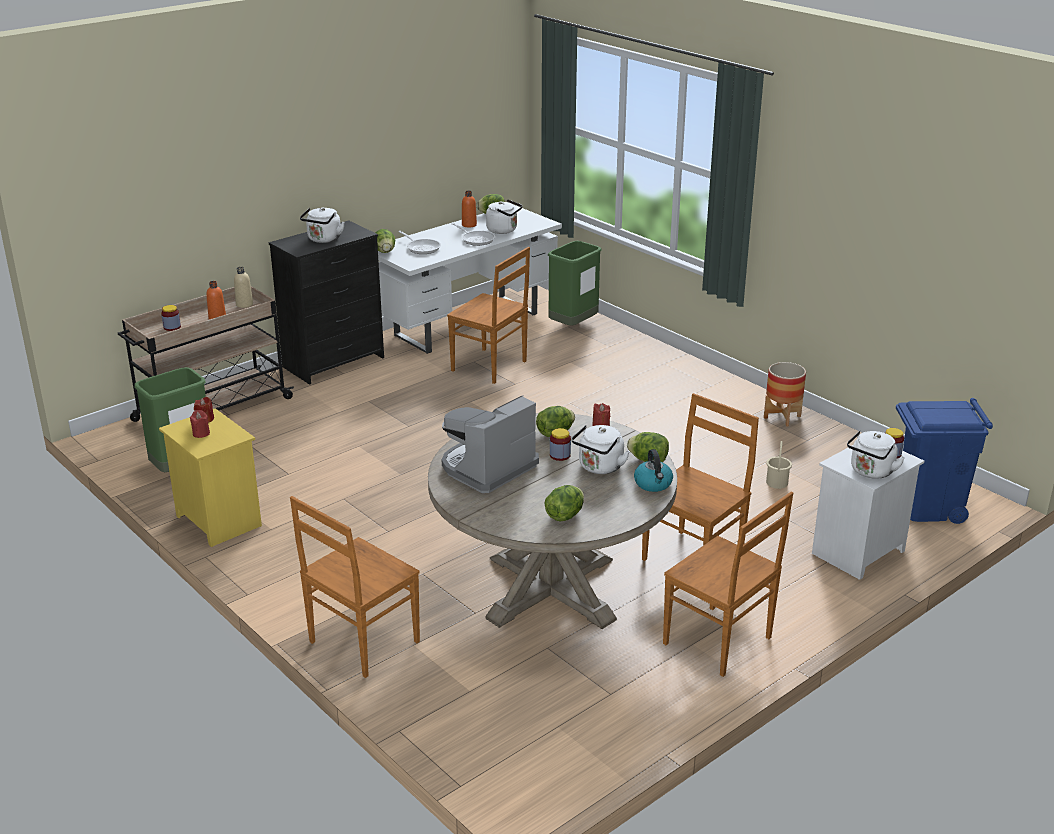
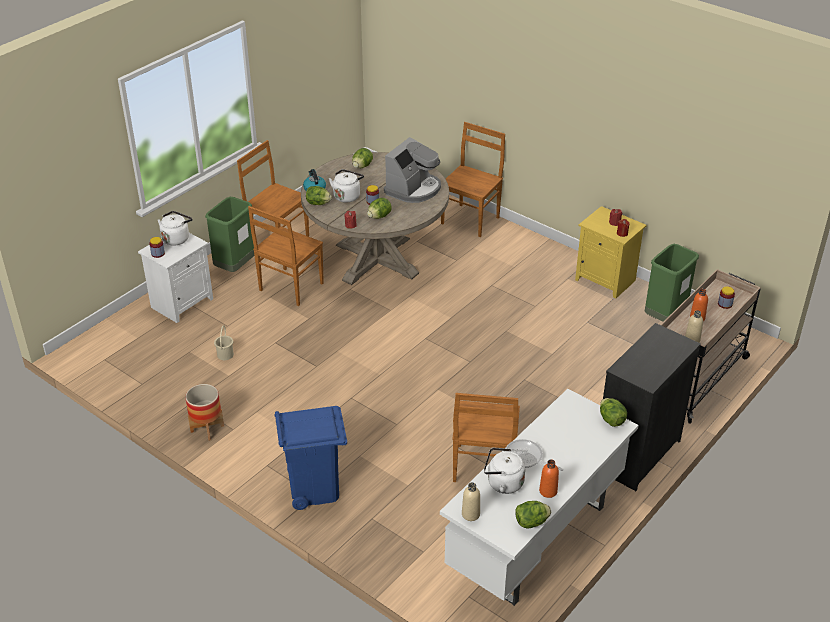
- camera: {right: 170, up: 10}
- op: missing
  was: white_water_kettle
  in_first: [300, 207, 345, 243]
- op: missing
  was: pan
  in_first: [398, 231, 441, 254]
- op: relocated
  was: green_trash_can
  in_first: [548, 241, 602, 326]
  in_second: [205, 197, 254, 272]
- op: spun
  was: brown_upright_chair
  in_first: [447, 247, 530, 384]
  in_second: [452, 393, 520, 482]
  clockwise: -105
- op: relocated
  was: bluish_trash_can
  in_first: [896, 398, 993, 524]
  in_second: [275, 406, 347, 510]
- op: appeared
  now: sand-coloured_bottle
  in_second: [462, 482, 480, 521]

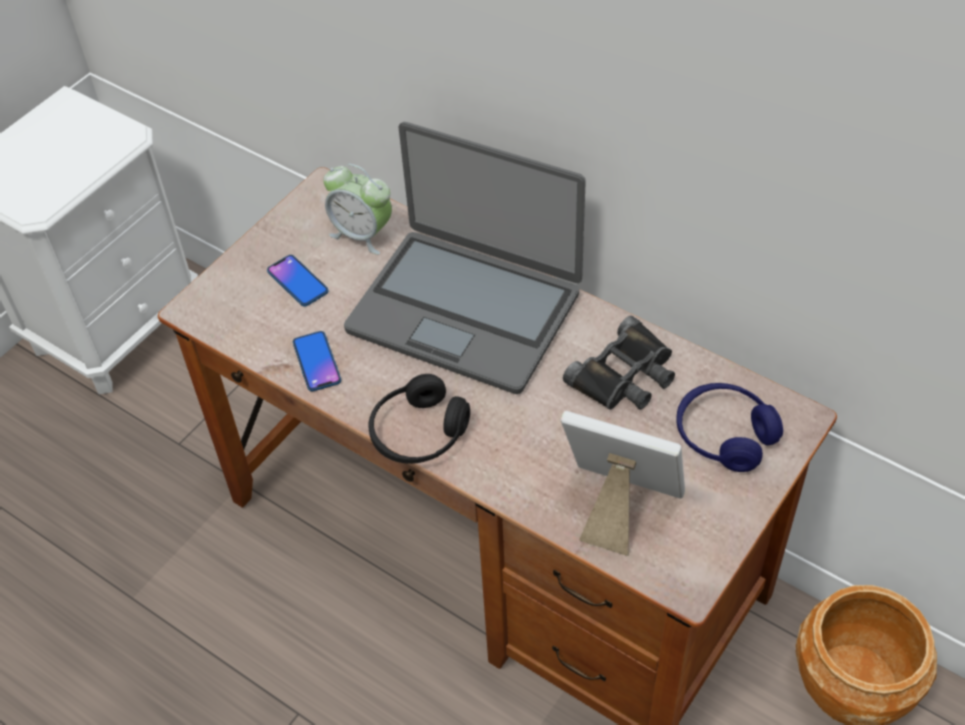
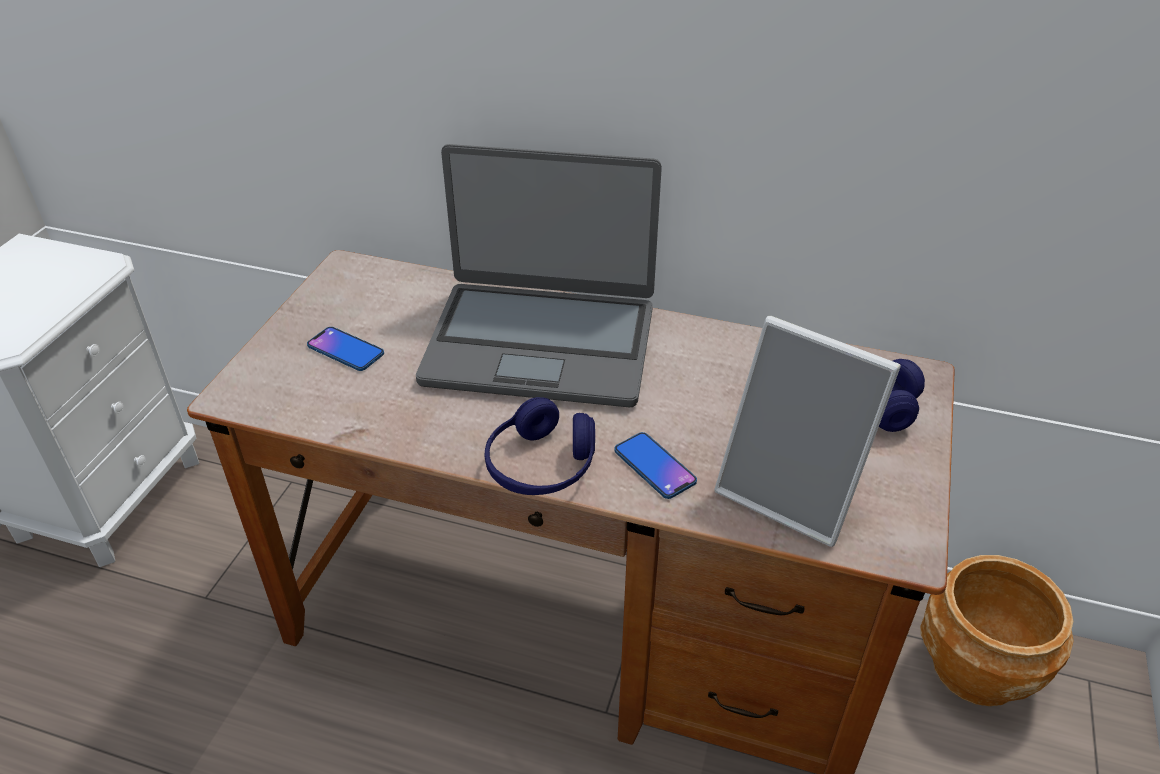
- camera: {right: -20, up: -10}
- op: missing
  was: alarm_clock
  in_first: [323, 164, 392, 255]
- op: missing
  was: blackish_field_glasses
  in_first: [563, 316, 675, 410]
- op: relocated
  was: phone
  in_first: [293, 331, 341, 392]
  in_second: [614, 432, 697, 499]
- op: colour
  was: blackish_headset
  now: bluish_headset
  in_first: [368, 374, 470, 464]
  in_second: [485, 397, 595, 495]
- op: spun
  was: photo_frame
  in_first: [560, 411, 685, 556]
  in_second: [714, 316, 901, 547]
  clockwise: -150

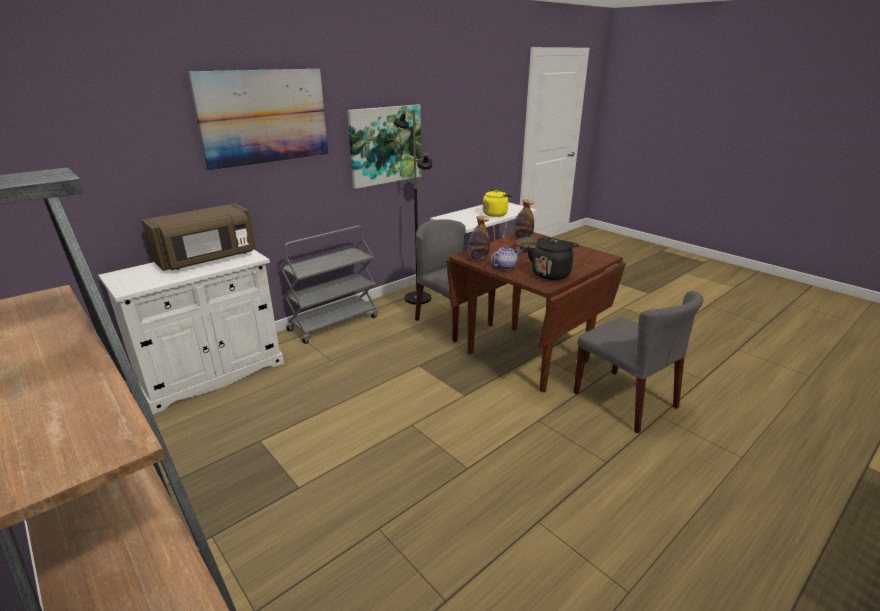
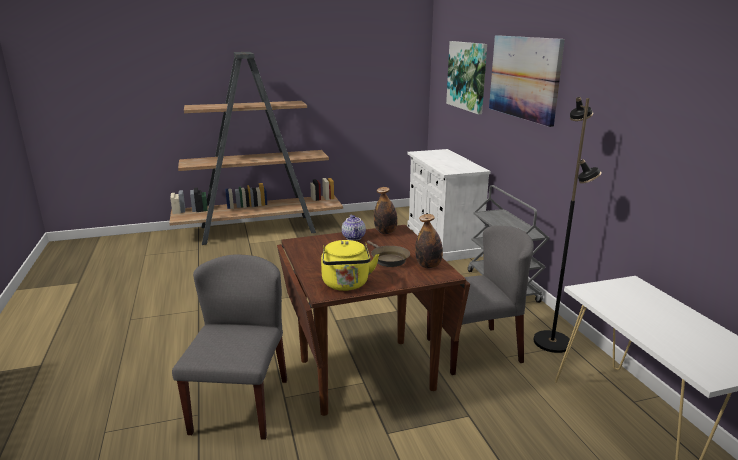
- camera: {right: 115, up: -5}
- op: relocated
  was: wall_picture
  in_first: [347, 104, 422, 189]
  in_second: [446, 41, 487, 115]
- op: relocated
  was: yellowish_water_kettle
  in_first: [483, 189, 514, 217]
  in_second: [321, 240, 379, 291]
- op: missing
  was: brown_microwave
  in_first: [141, 203, 256, 271]
- op: missing
  was: blackish_water_kettle
  in_first: [527, 237, 579, 280]
- op: spun
  was: greyish_upright_chair
  in_first: [574, 291, 704, 434]
  in_second: [172, 254, 287, 440]
  clockwise: 105

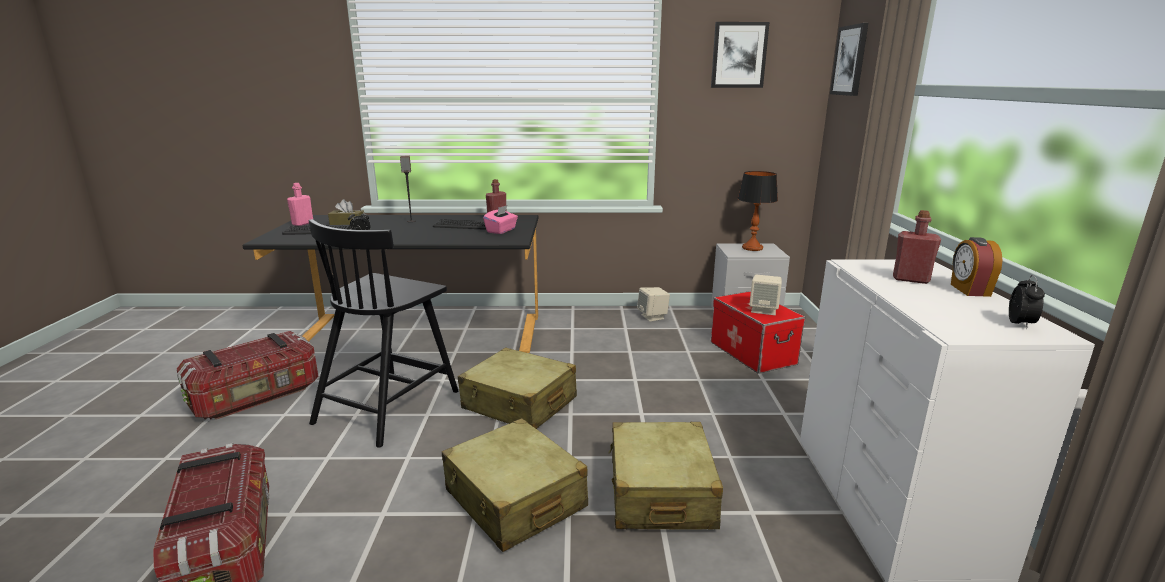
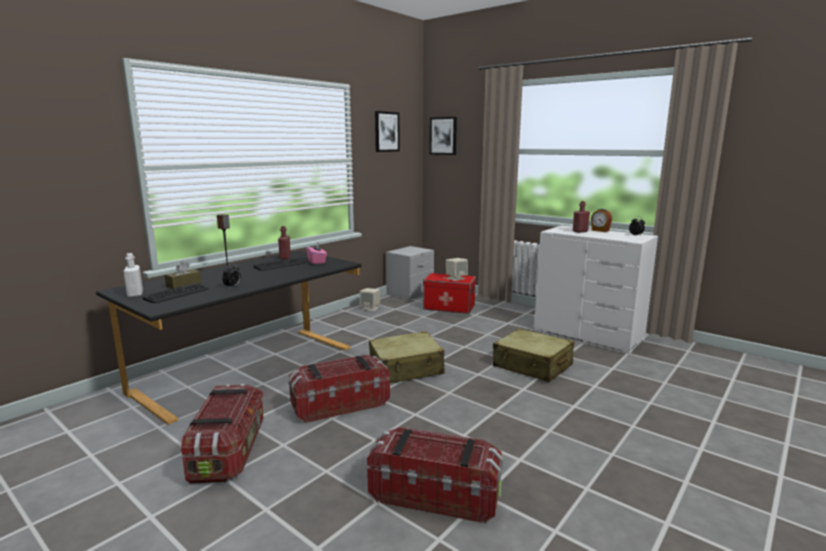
- camera: {right: -50, up: -5}
- op: missing
  was: lamp_for_a_table
  in_first: [737, 171, 778, 251]
- op: colour
  was: pink_bottle
  now: white_bottle
  in_first: [287, 183, 313, 226]
  in_second: [123, 253, 143, 297]
- op: exchanged
  was: blackish_upright_chair
  now: storage_container
  in_first: [309, 219, 458, 448]
  in_second: [288, 355, 390, 423]
- op: missing
  was: sand-coloured_travel_case
  in_first: [441, 418, 588, 552]

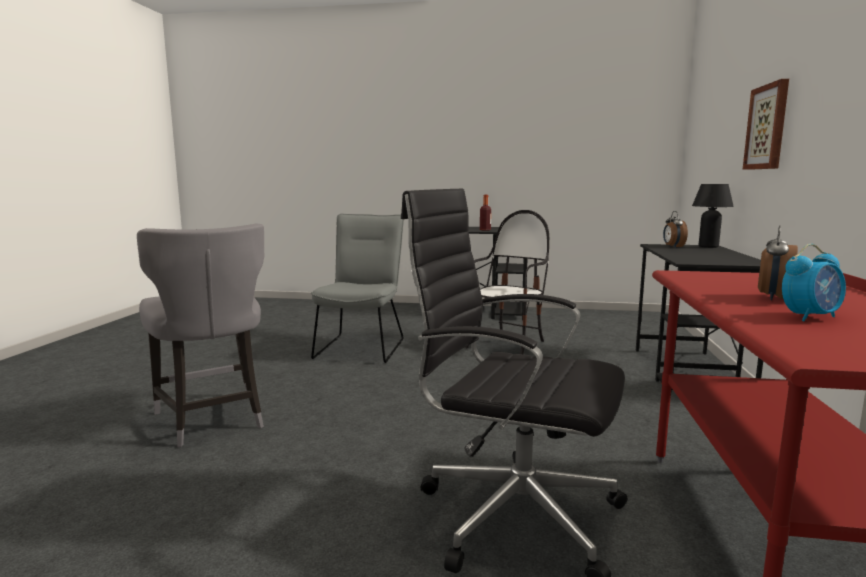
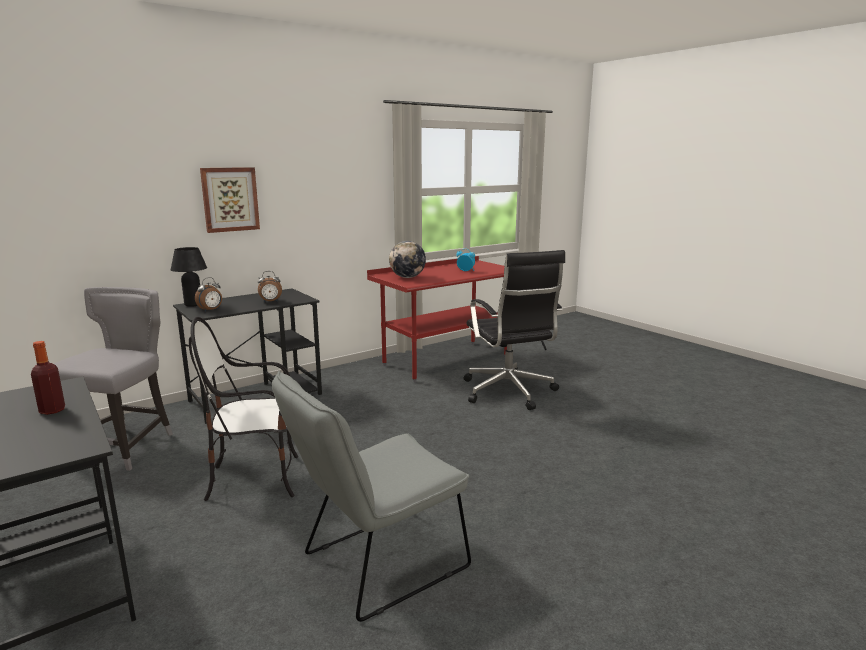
- camera: {right: -135, up: 5}
- op: relocated
  was: greyish_upright_chair
  in_first: [137, 224, 264, 447]
  in_second: [54, 287, 173, 471]
- op: relocated
  was: alarm_clock
  in_first: [758, 225, 798, 300]
  in_second: [258, 271, 282, 303]
- op: appeared
  now: world_globe
  in_second: [389, 241, 426, 278]

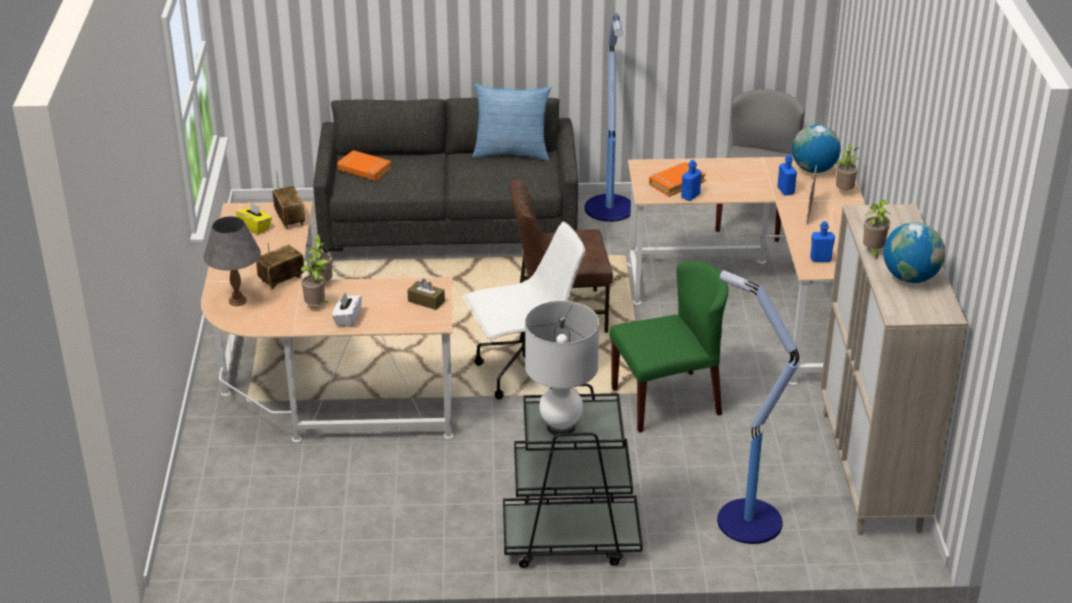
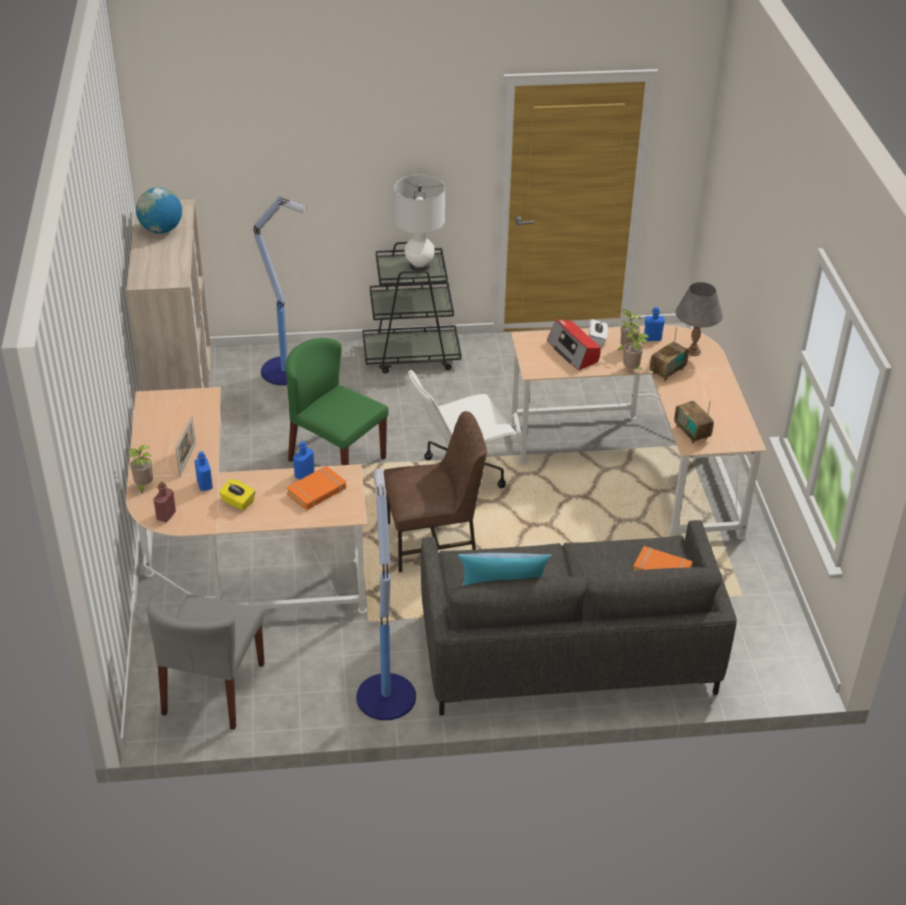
- camera: {right: 175, up: 5}
- op: exchanged
  was: world_globe
  now: reddish_bottle
  in_first: [792, 125, 841, 173]
  in_second: [153, 482, 176, 522]
- op: missing
  was: houseplant
  in_first: [863, 200, 891, 259]
- op: relocated
  was: yellowish_box_of_tissues
  in_first: [236, 203, 272, 234]
  in_second: [219, 479, 256, 511]
- op: relocated
  was: bluish_bottle
  in_first: [810, 221, 835, 262]
  in_second: [644, 307, 665, 341]
- op: spun
  was: green_upright_chair
  in_first: [609, 261, 728, 433]
  in_second: [286, 338, 389, 465]
  clockwise: 60
- op: missing
  was: brown_box_of_tissues
  in_first: [407, 279, 445, 310]
- op: appeared
  now: radio_receiver
  in_second: [547, 319, 601, 371]

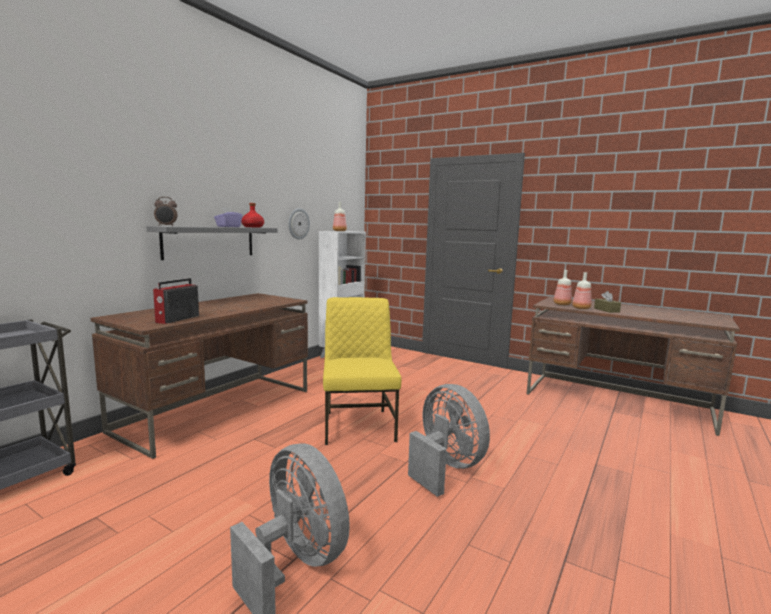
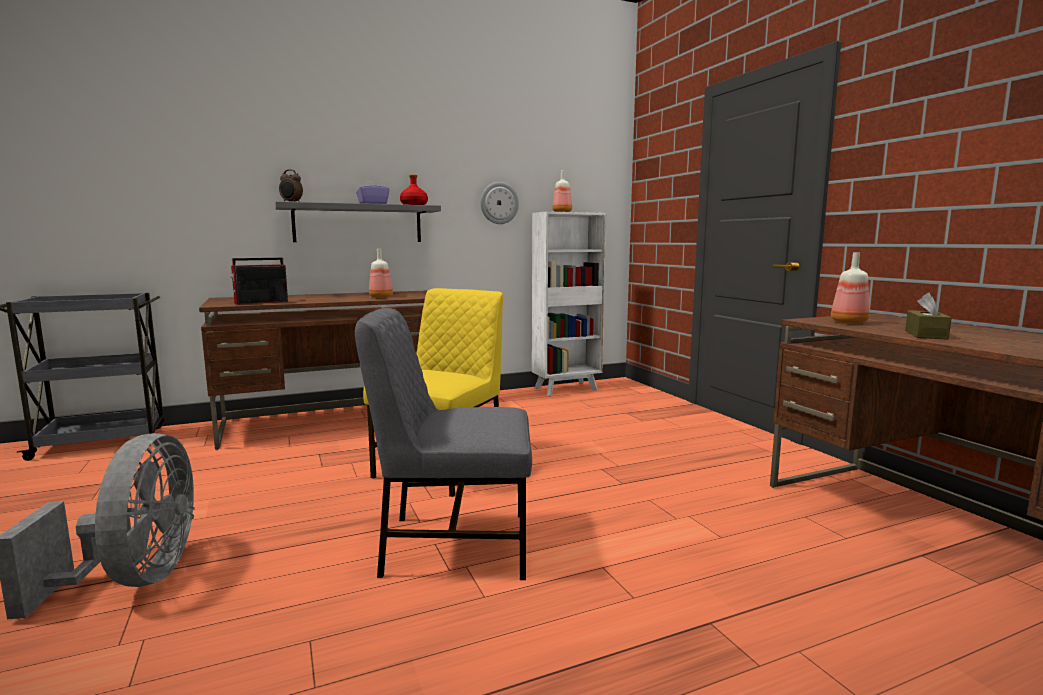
- camera: {right: 35, up: 0}
- op: relocated
  was: bottle
  in_first: [572, 272, 592, 309]
  in_second: [369, 249, 393, 298]
- op: exchanged
  was: greyish_fan
  now: greyish_upright_chair
  in_first: [408, 384, 490, 497]
  in_second: [355, 308, 532, 580]

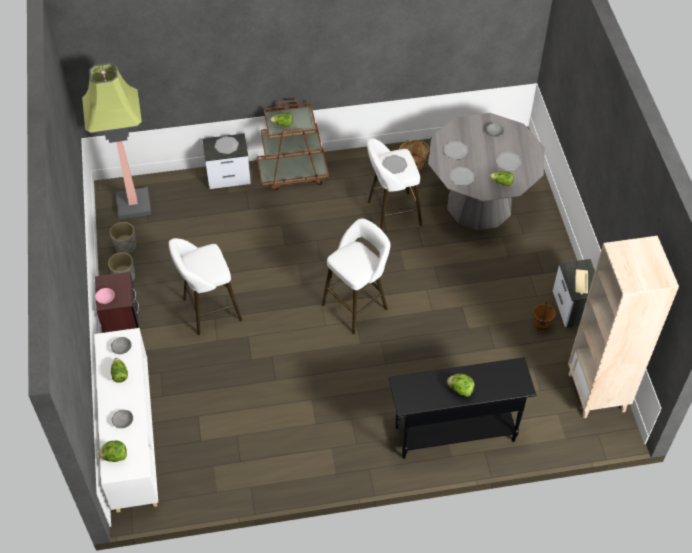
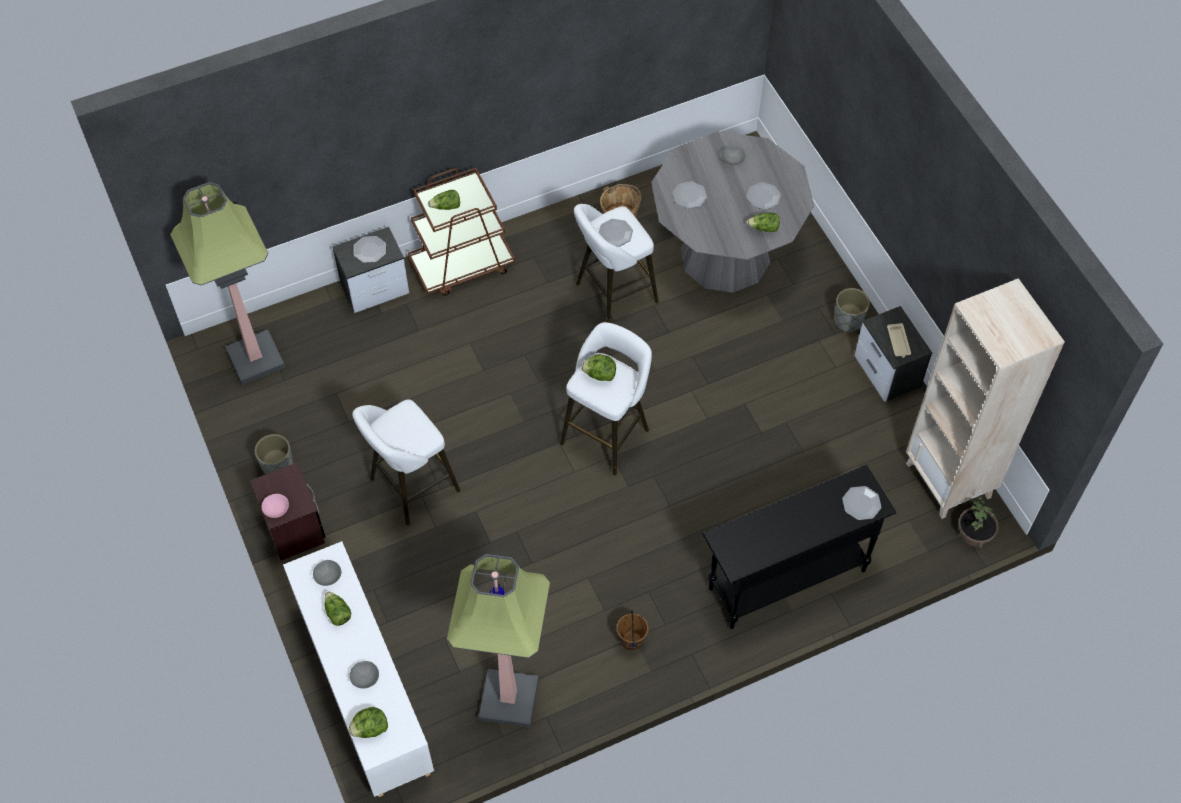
- camera: {right: -15, up: 5}
- op: relocated
  was: plate
  in_first: [449, 167, 474, 186]
  in_second: [842, 486, 881, 520]
- op: relocated
  was: greyish_flower_pot
  in_first: [110, 222, 136, 254]
  in_second: [834, 288, 870, 332]
- op: relocated
  was: brown_water_bucket
  in_first: [533, 302, 556, 331]
  in_second: [617, 610, 649, 650]
- op: relocated
  was: head_of_lettuce
  in_first: [447, 374, 475, 397]
  in_second: [582, 355, 616, 381]
- op: appeared
  now: houseplant
  in_second: [958, 496, 999, 548]
- op: appeared
  now: standing_lamp
  in_second: [447, 554, 550, 727]

